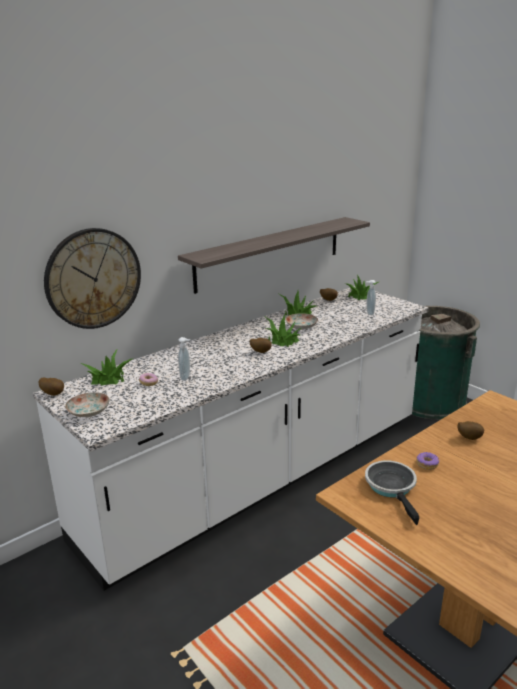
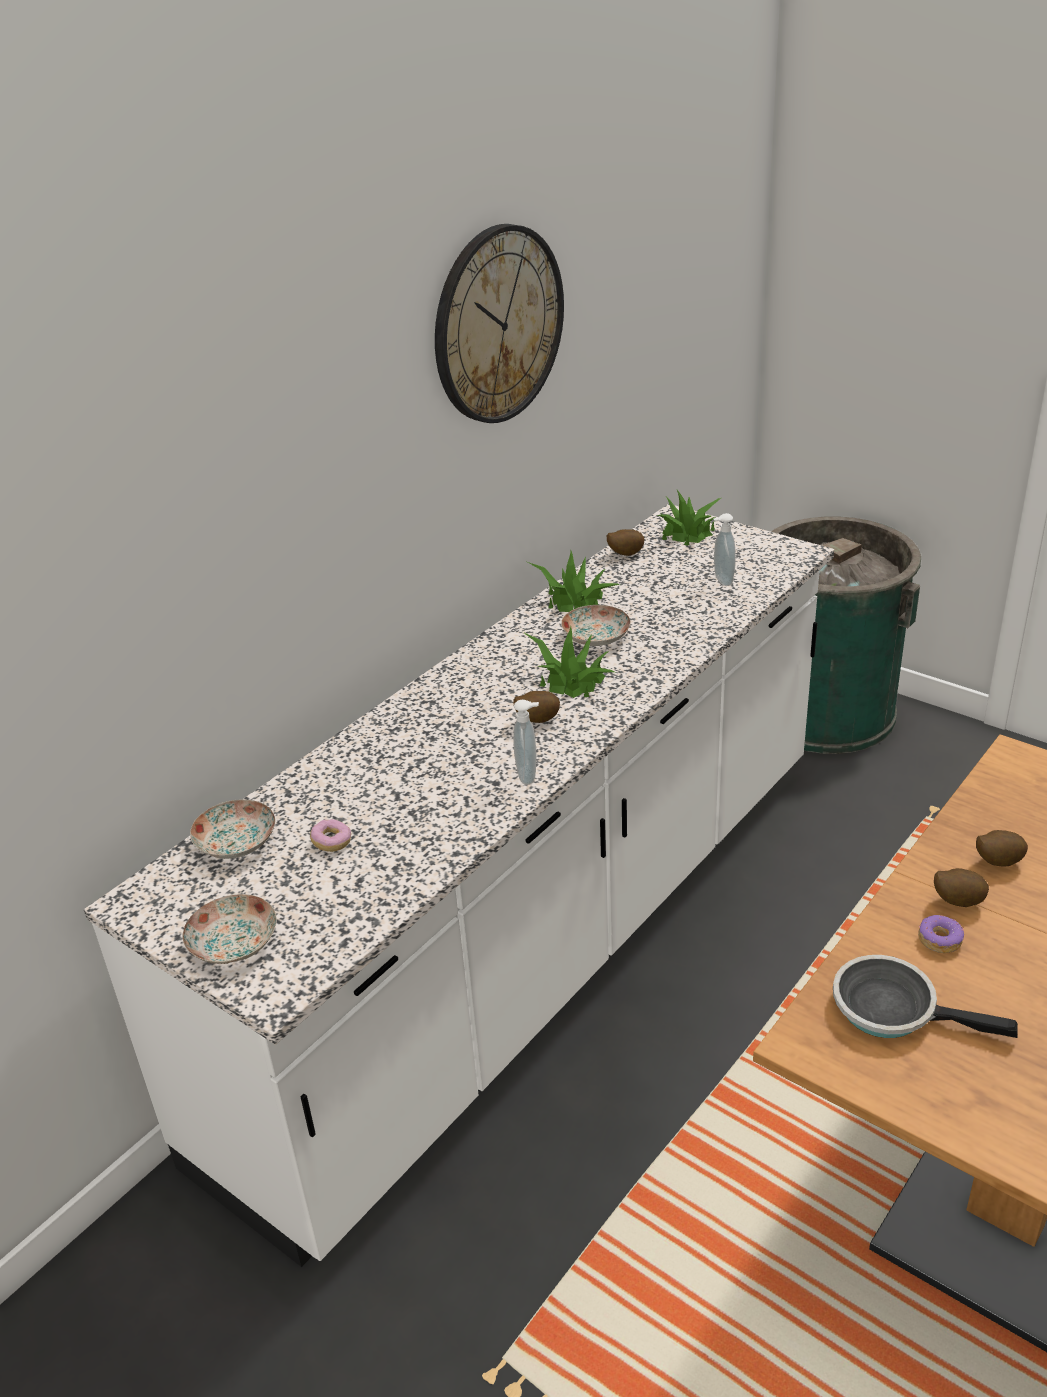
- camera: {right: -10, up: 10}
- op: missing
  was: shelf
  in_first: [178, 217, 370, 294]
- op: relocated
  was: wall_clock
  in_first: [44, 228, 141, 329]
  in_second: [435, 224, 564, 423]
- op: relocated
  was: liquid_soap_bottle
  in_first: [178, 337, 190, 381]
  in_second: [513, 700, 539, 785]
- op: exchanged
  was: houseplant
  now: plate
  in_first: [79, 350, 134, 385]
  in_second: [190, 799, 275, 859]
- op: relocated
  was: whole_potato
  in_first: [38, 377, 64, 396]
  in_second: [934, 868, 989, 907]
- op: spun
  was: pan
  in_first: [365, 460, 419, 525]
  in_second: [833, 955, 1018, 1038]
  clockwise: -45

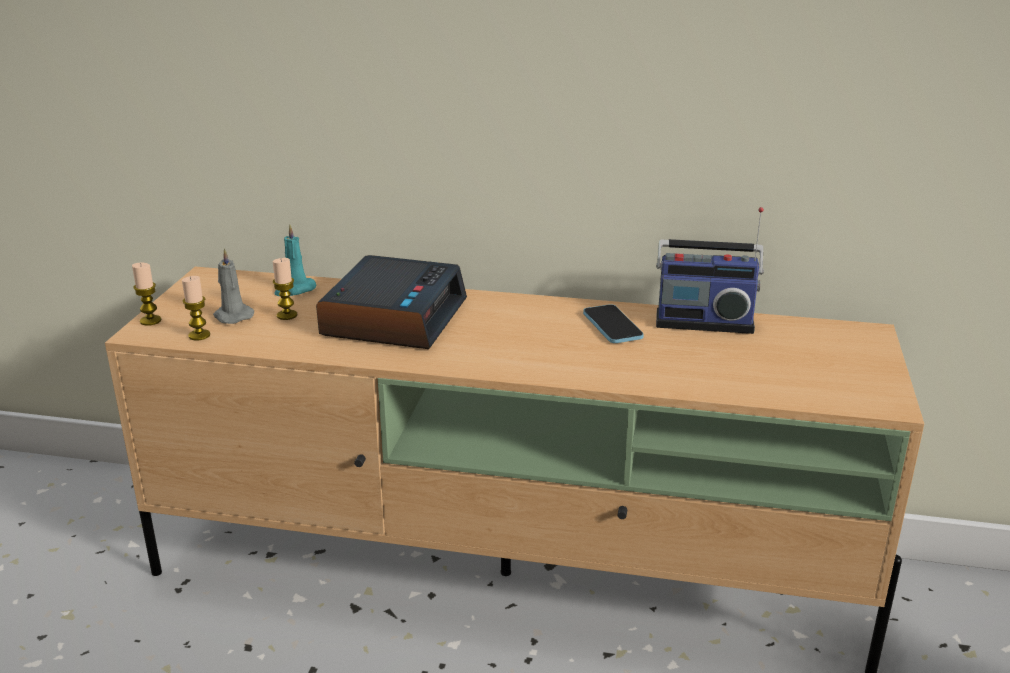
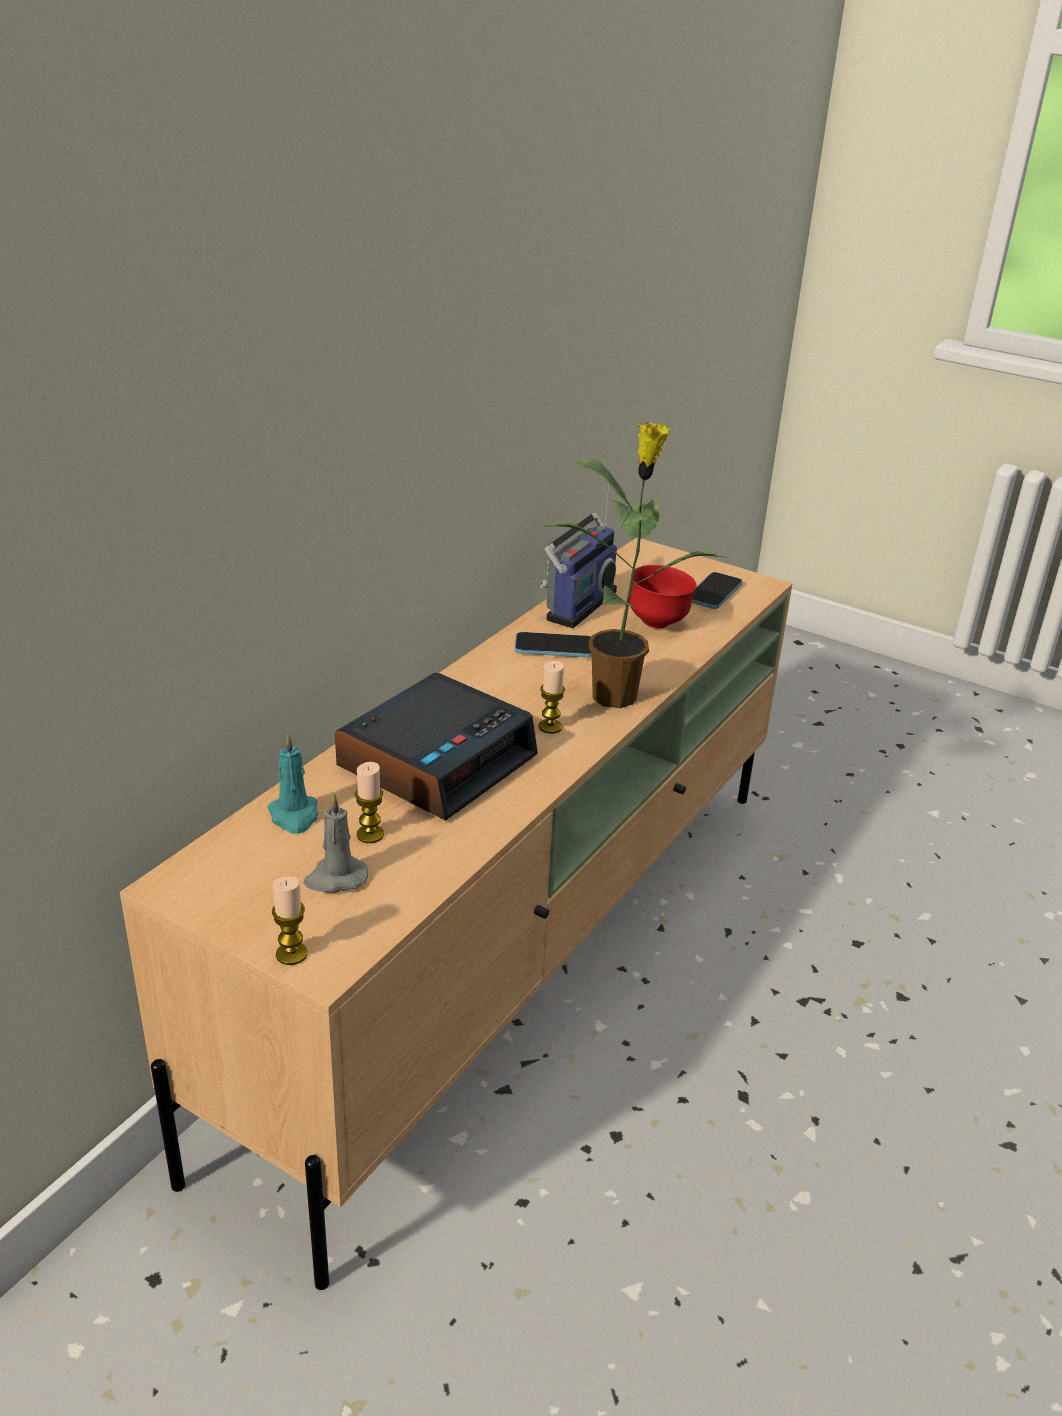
- camera: {right: -70, up: 5}
- op: spun
  was: alarm_clock
  in_first: [316, 255, 467, 349]
  in_second: [335, 673, 538, 820]
  clockwise: 90
- op: relocated
  was: candle
  in_first: [182, 276, 210, 340]
  in_second: [539, 661, 565, 734]
- op: appeared
  now: houseplant
  in_second: [542, 422, 727, 708]
- op: appeared
  now: reddish_deep_dish
  in_second: [629, 565, 697, 628]
- op: appeared
  now: phone
  in_second: [692, 572, 743, 609]

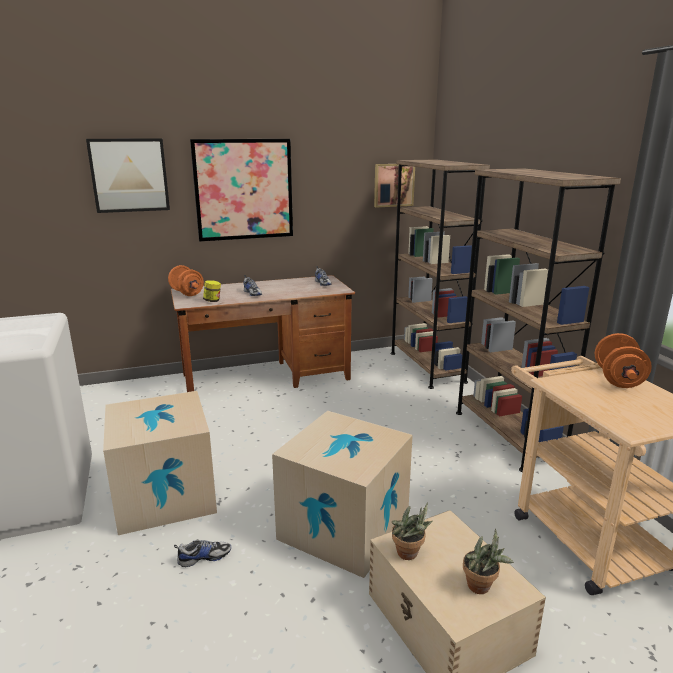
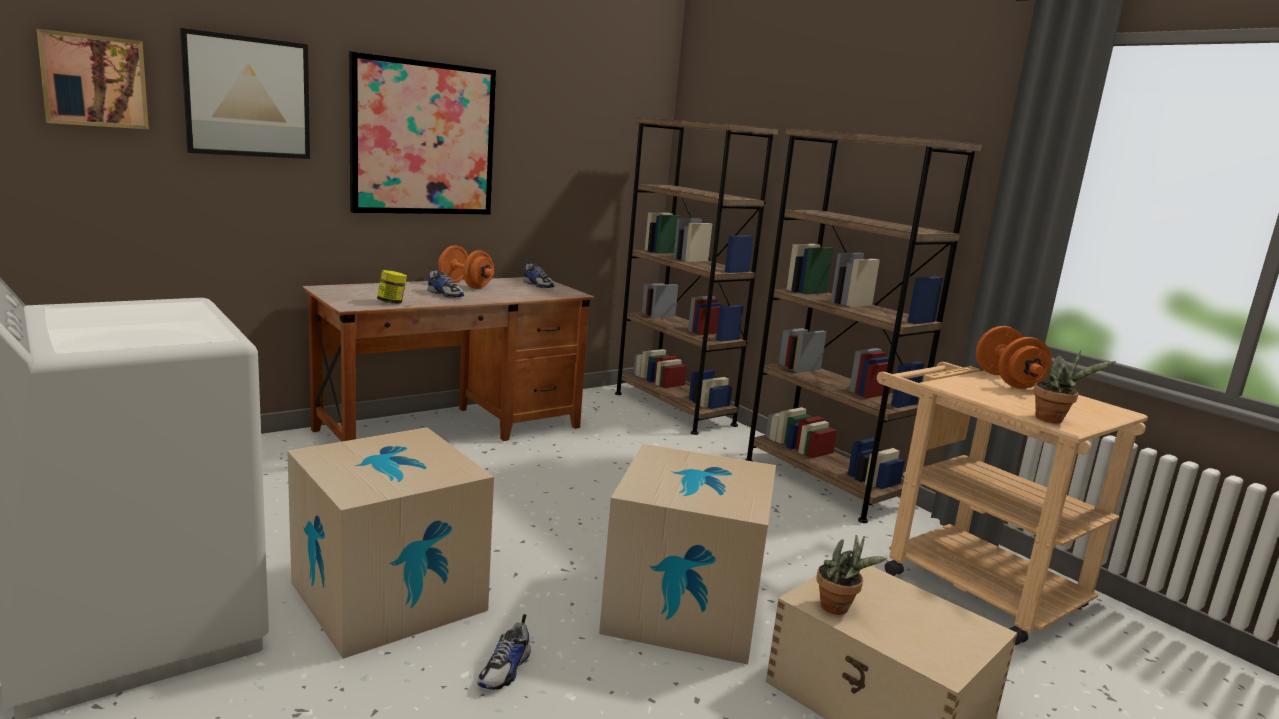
- camera: {right: -20, up: -5}
- op: relocated
  was: wall_picture
  in_first: [374, 164, 415, 207]
  in_second: [37, 29, 149, 129]
- op: relocated
  was: orangey_hand_weight
  in_first: [168, 265, 204, 296]
  in_second: [438, 245, 494, 289]
- op: relocated
  was: houseplant
  in_first: [463, 529, 514, 594]
  in_second: [1033, 350, 1116, 424]
- op: spun
  was: item_of_footwear
  in_first: [174, 540, 231, 567]
  in_second: [477, 614, 531, 690]
  clockwise: 150

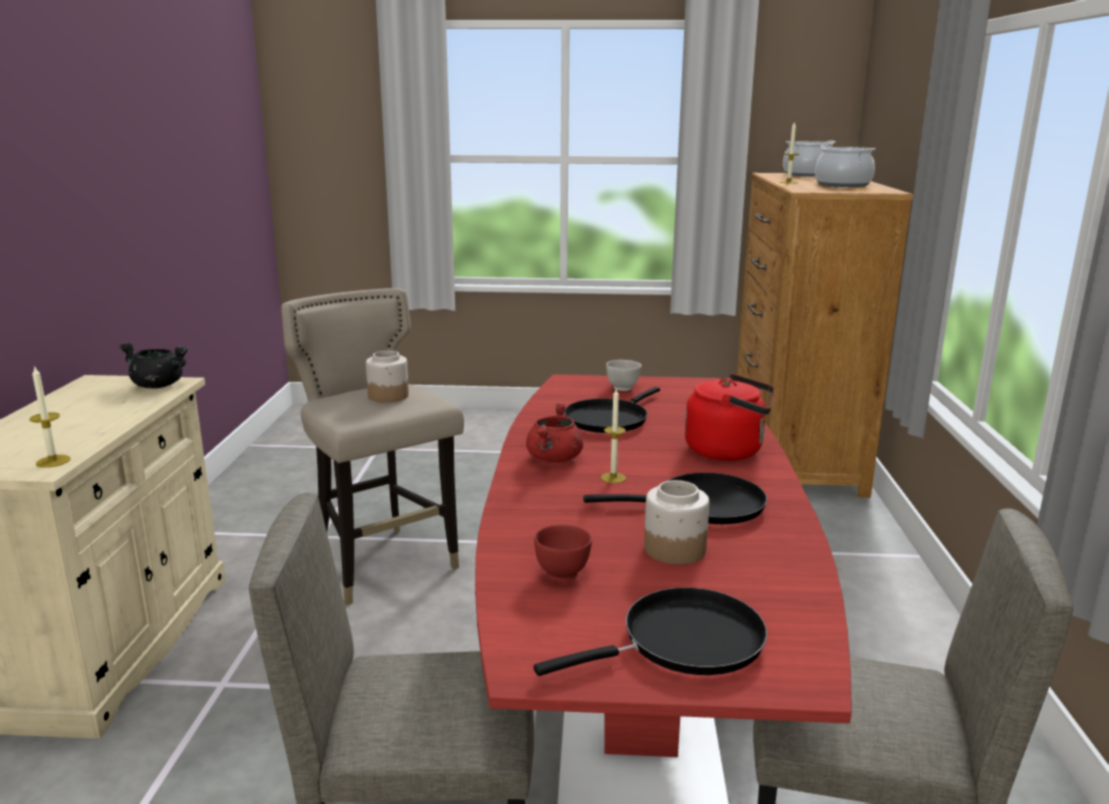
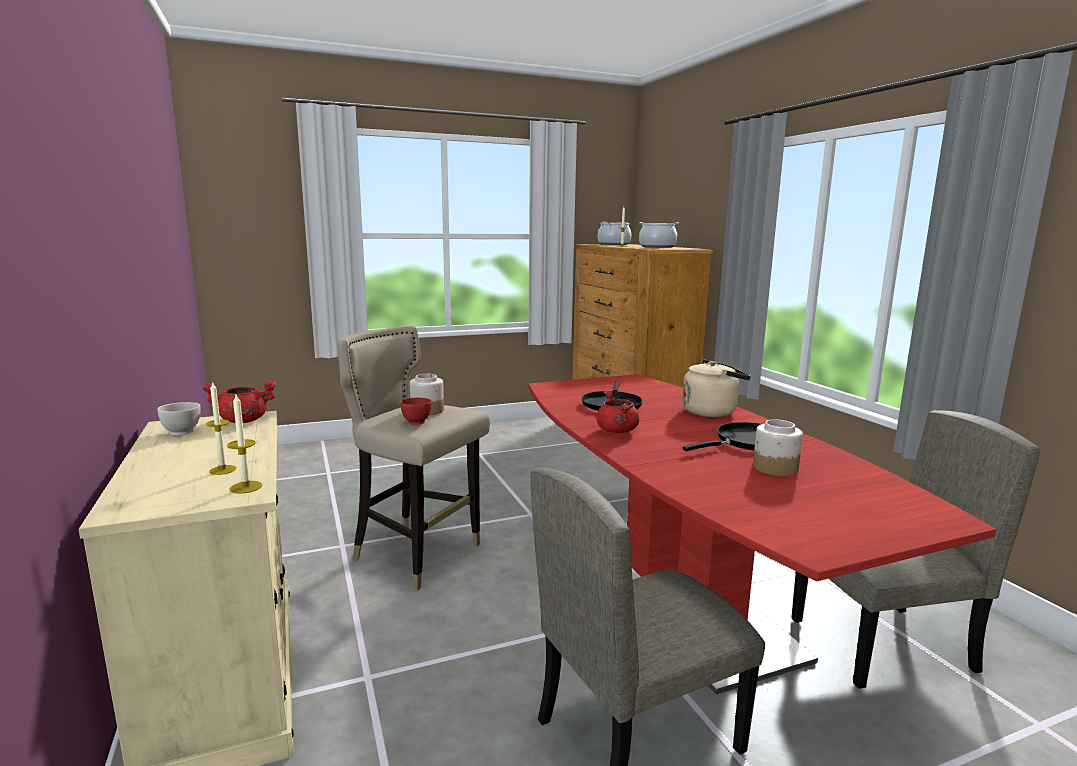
- camera: {right: -25, up: -5}
- op: colour
  was: blackish_cooking_pot
  now: reddish_cooking_pot
  in_first: [119, 343, 188, 389]
  in_second: [202, 381, 276, 423]
- op: relocated
  was: white_deep_dish
  in_first: [606, 360, 641, 391]
  in_second: [157, 402, 201, 435]
- op: colour
  was: reddish_water_kettle
  now: sand-coloured_water_kettle
  in_first: [685, 374, 774, 461]
  in_second: [682, 360, 751, 417]
- op: relocated
  was: candle
  in_first: [601, 389, 626, 483]
  in_second: [206, 381, 236, 475]
- op: relocated
  was: reddish_deep_dish
  in_first: [534, 525, 592, 581]
  in_second: [400, 398, 432, 425]
- op: missing
  was: blackish_pan
  in_first: [534, 587, 767, 676]

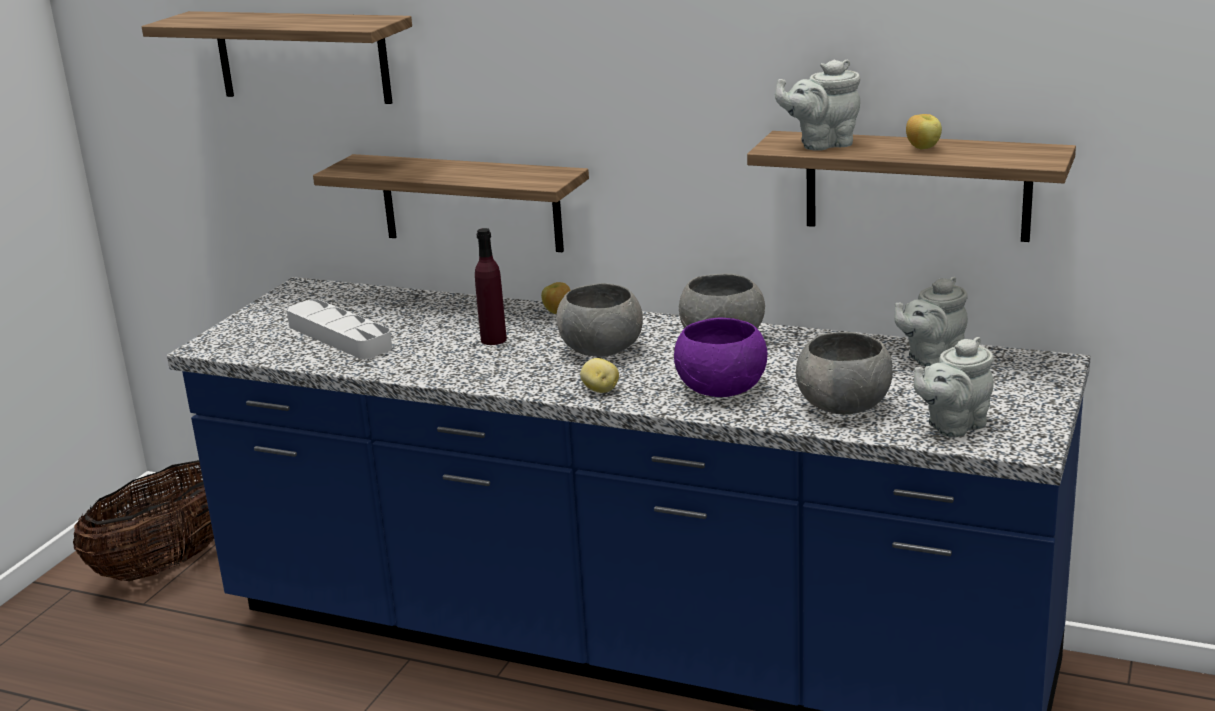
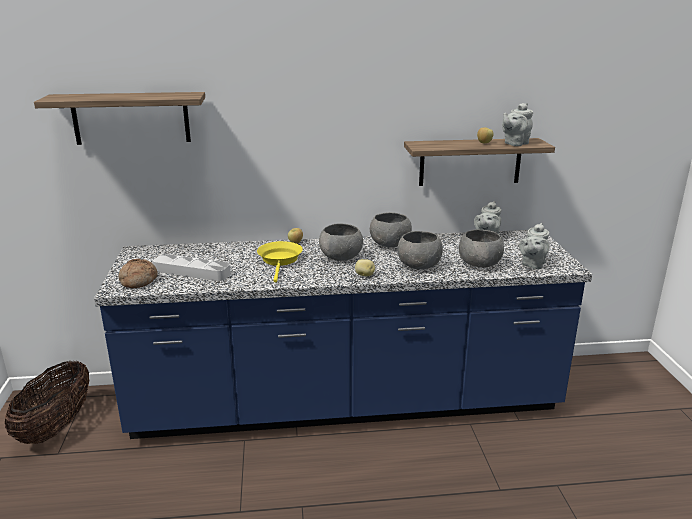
- camera: {right: -30, up: 0}
- op: relocated
  was: greyish_teapot
  in_first: [775, 60, 860, 151]
  in_second: [502, 103, 533, 146]
- op: missing
  was: shelf
  in_first: [313, 154, 589, 252]
- op: exchanged
  was: purple_bottle
  now: yellowish_pan
  in_first: [475, 228, 507, 345]
  in_second: [257, 241, 303, 283]
- op: colour
  was: purple_deep_dish
  now: greyish_deep_dish
  in_first: [674, 318, 767, 397]
  in_second: [398, 231, 443, 269]
- op: appeared
  now: bread
  in_second: [119, 259, 157, 288]

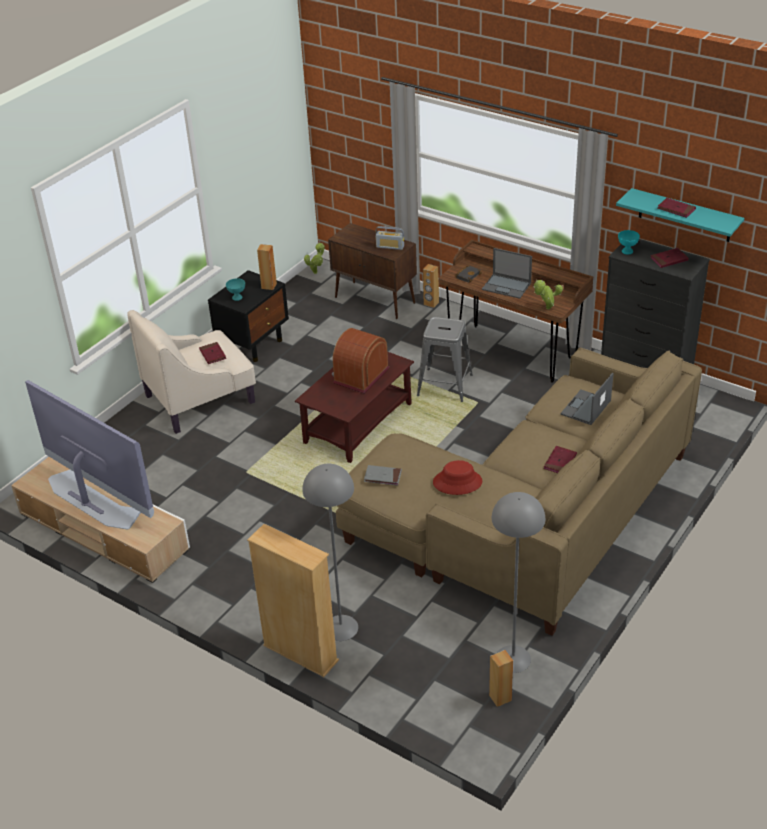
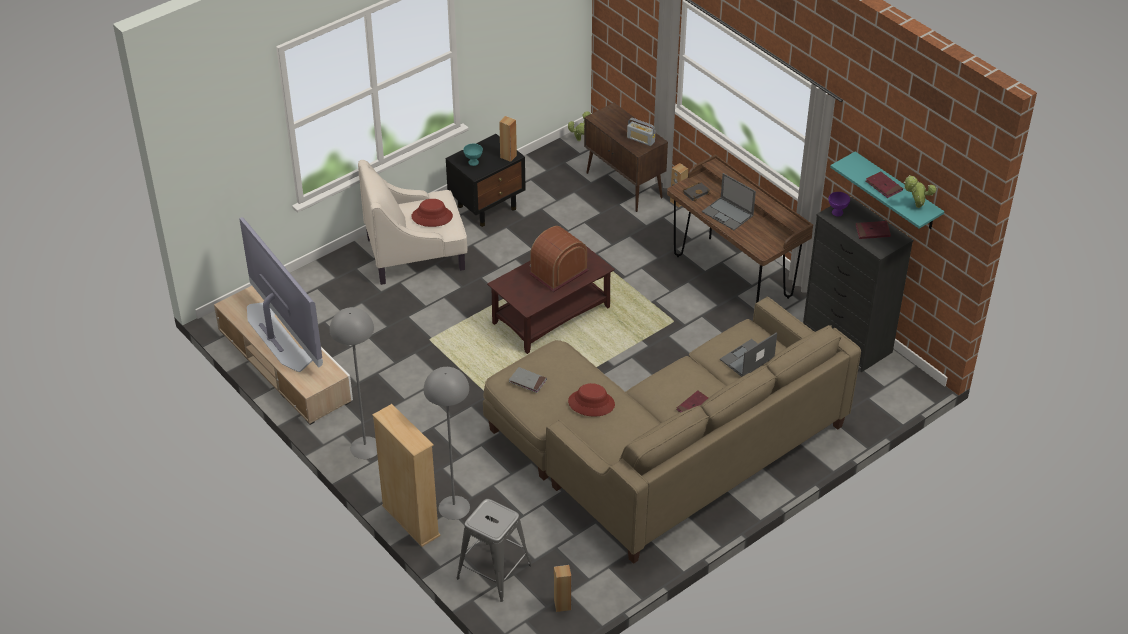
- camera: {right: 15, up: 5}
- op: colour
  was: turquoise-coloured_deep_dish
  now: purple_deep_dish
  in_first: [618, 230, 640, 255]
  in_second: [829, 192, 850, 216]
- op: relocated
  was: houseplant
  in_first: [534, 280, 563, 309]
  in_second: [904, 175, 937, 208]
- op: relocated
  was: greyish_sitting_stool
  in_first: [417, 317, 473, 402]
  in_second: [457, 499, 532, 602]
- op: exchanged
  was: reddish_bound_book
  now: reddish_clothing_hat
  in_first: [199, 342, 226, 364]
  in_second: [411, 199, 453, 227]
- op: relocated
  was: greyish_standing_lamp
  in_first: [492, 492, 545, 673]
  in_second: [330, 307, 377, 459]

